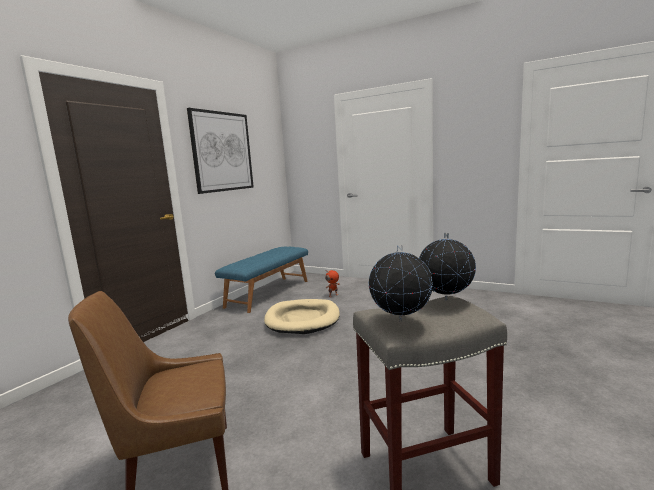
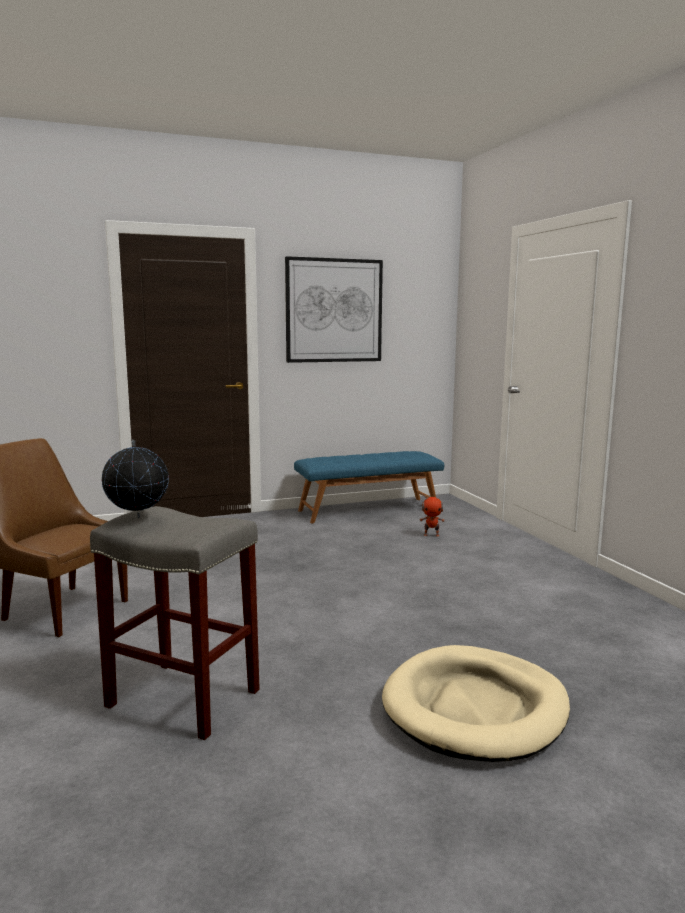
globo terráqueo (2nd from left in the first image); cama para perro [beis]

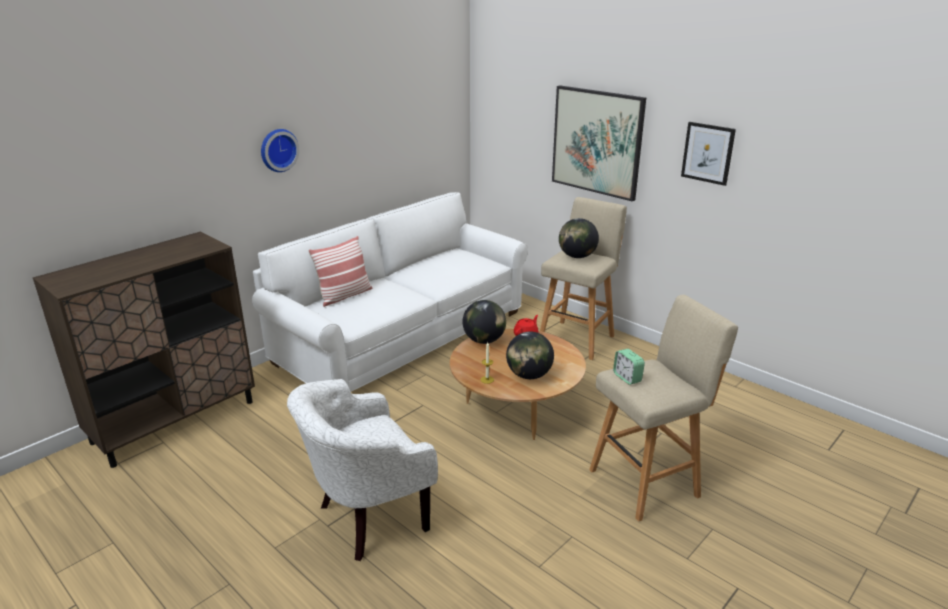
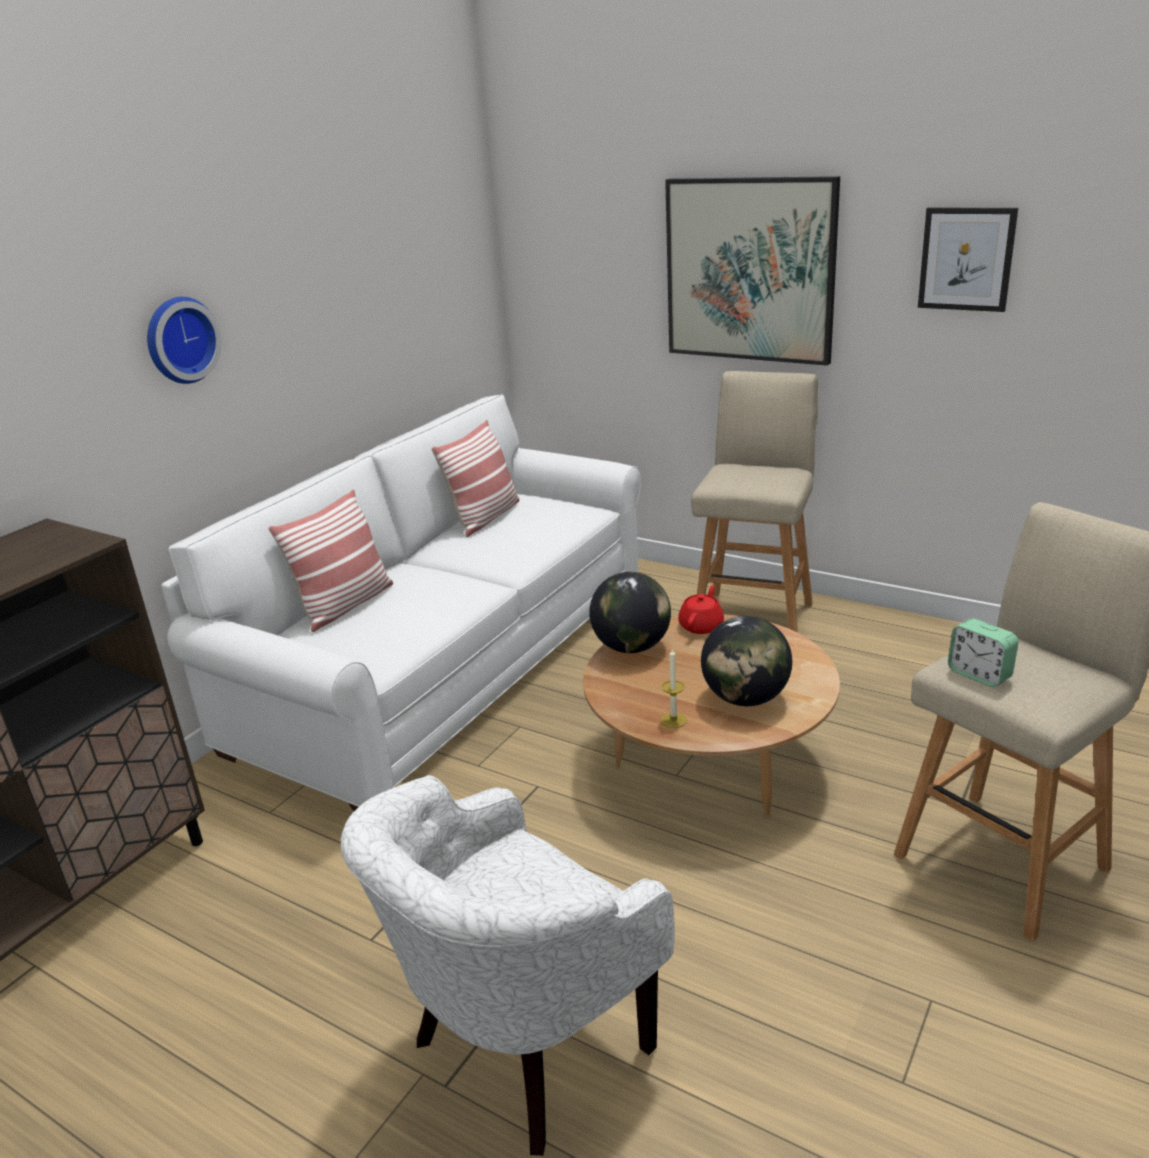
globo terráqueo (3rd from left in the first image); cojín (2nd from left)

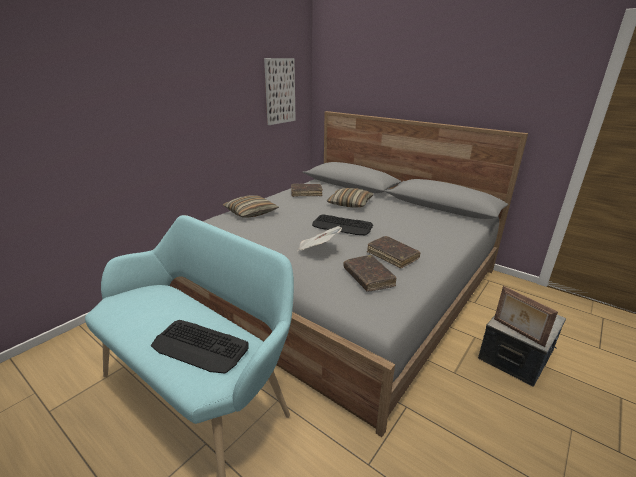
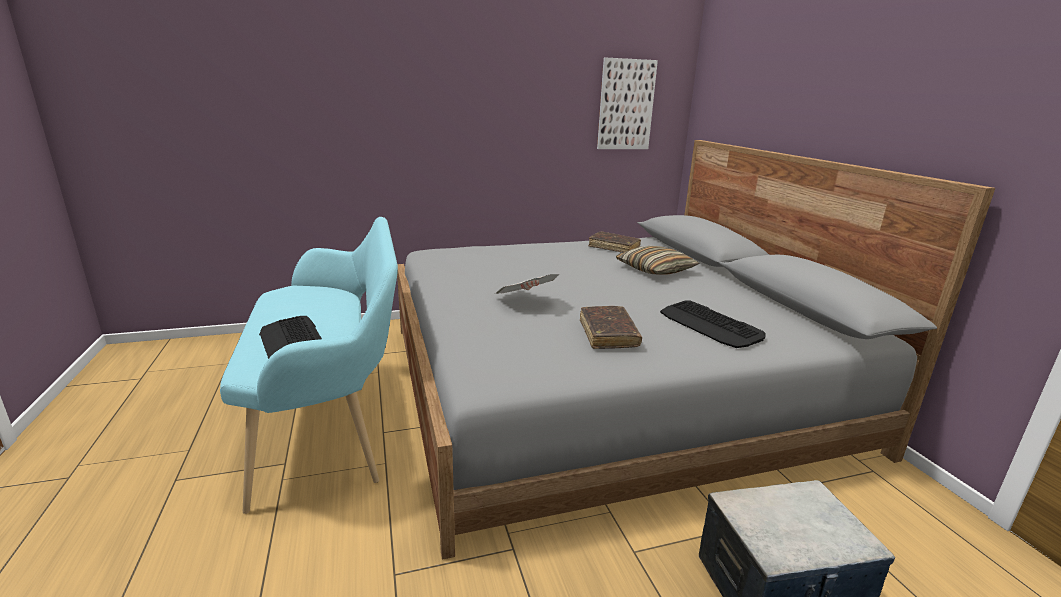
cojín (1st from left in the first image); libro [marrón] (2nd from left in the first image); portarretratos; teclado (2nd from left)

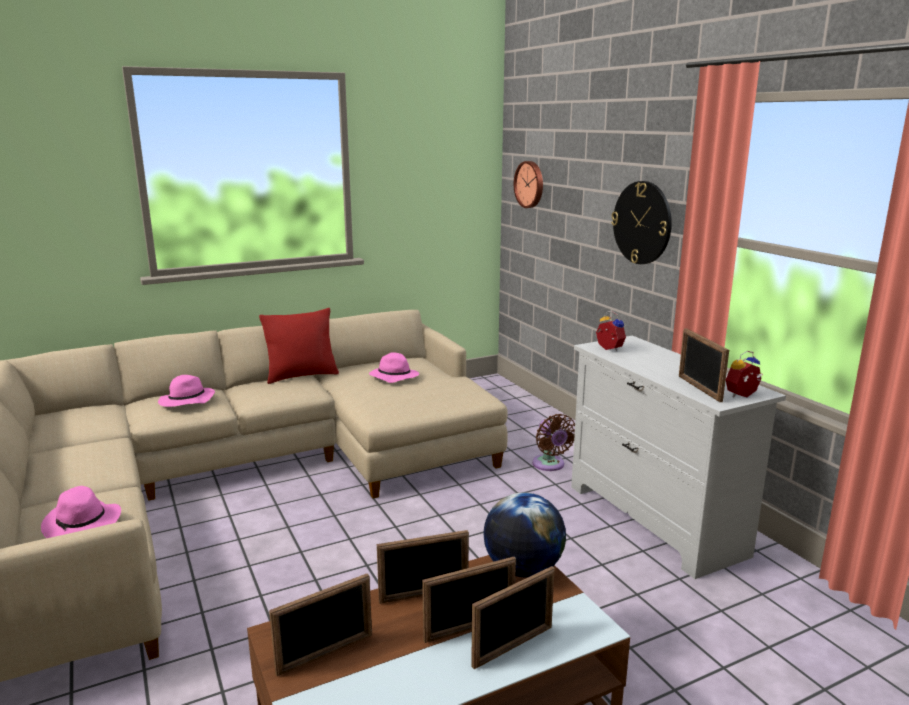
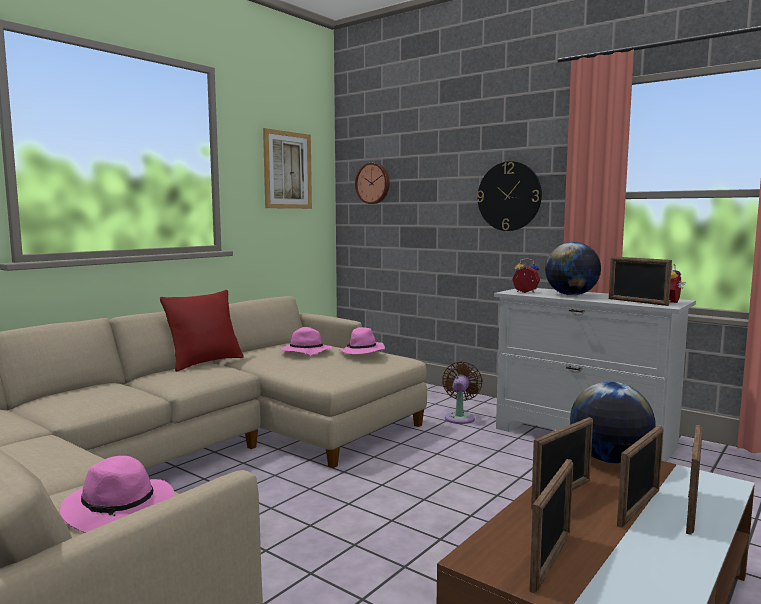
cuadro; globo terráqueo (1st from left); sombrero [rosa] (3rd from left); ventilador [marrón]

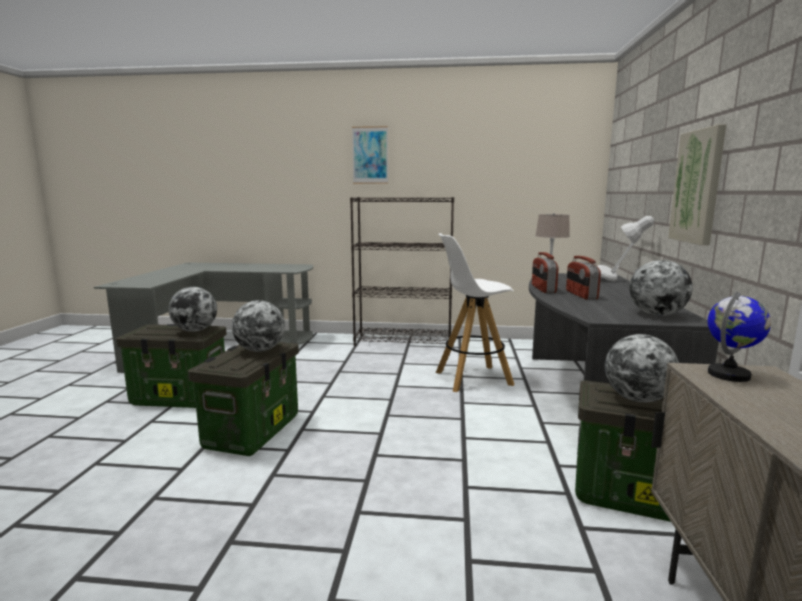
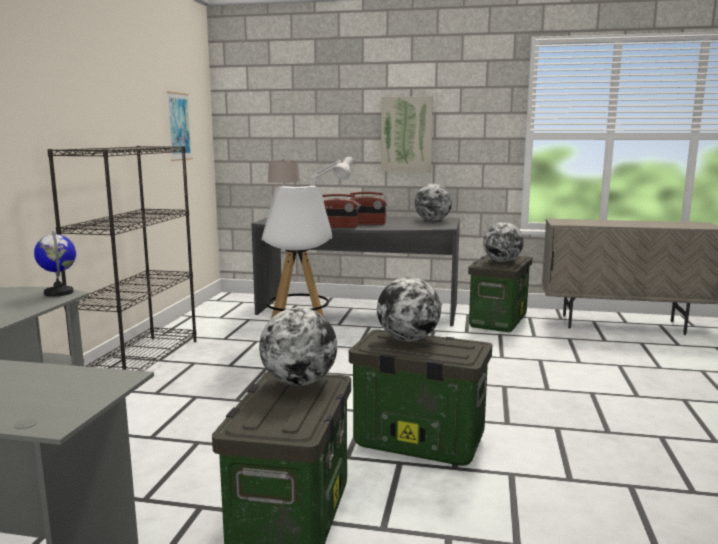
cuadro (1st from left); globo terráqueo (1st from left)

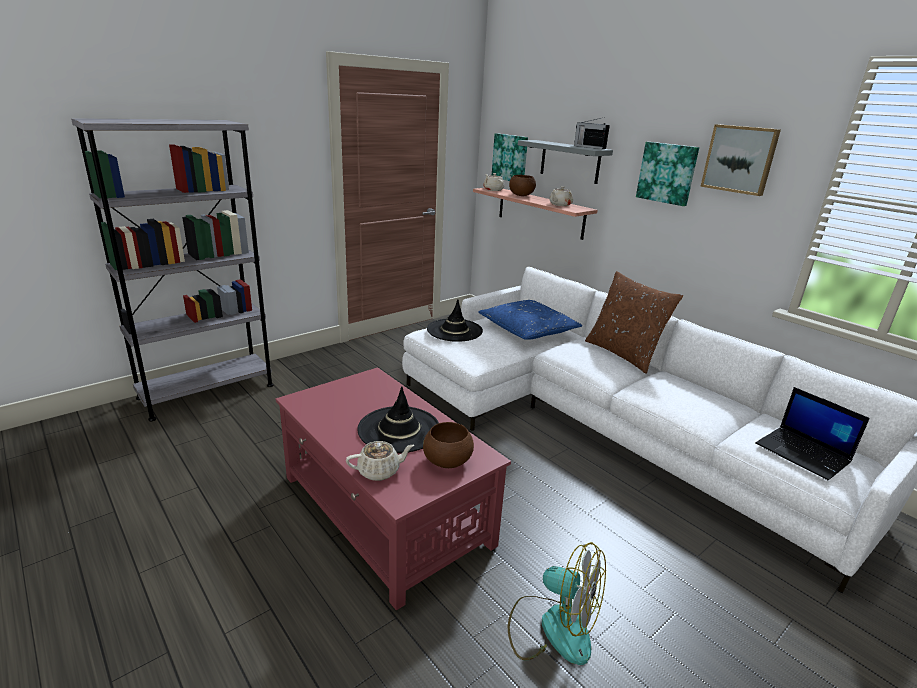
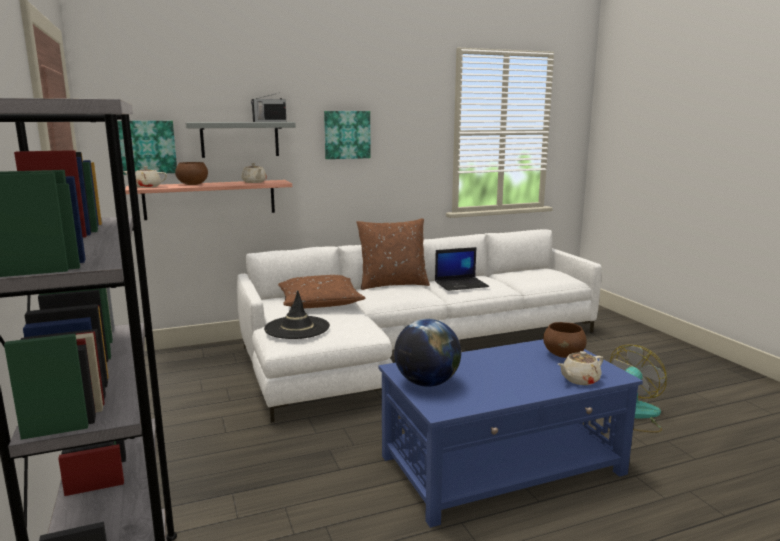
sombrero [negro] (1st from left in the first image); cuadro (3rd from left in the first image); globo terráqueo; portátil; mesa de centro [azul]; cojín [marrón] (1st from left); tetera [beis] (3rd from left)

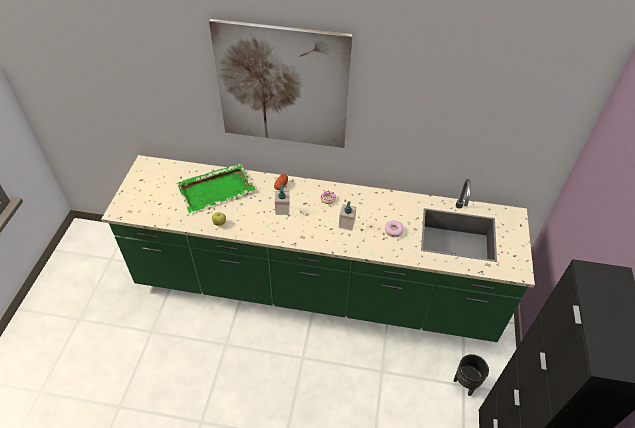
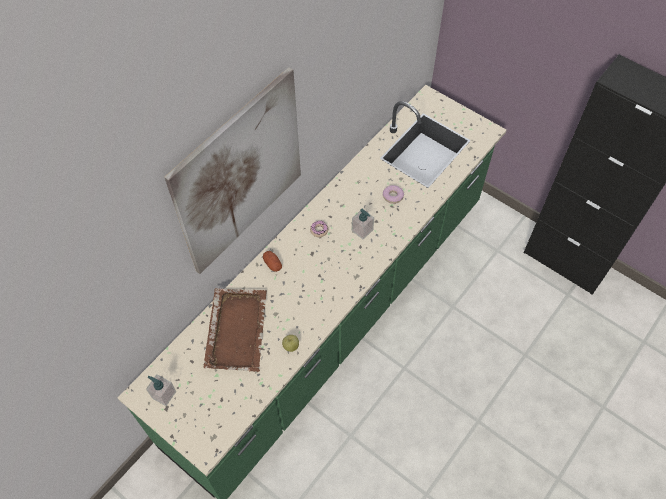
maceta [negro]; dispensador de jabón (1st from left); bandeja [marrón]

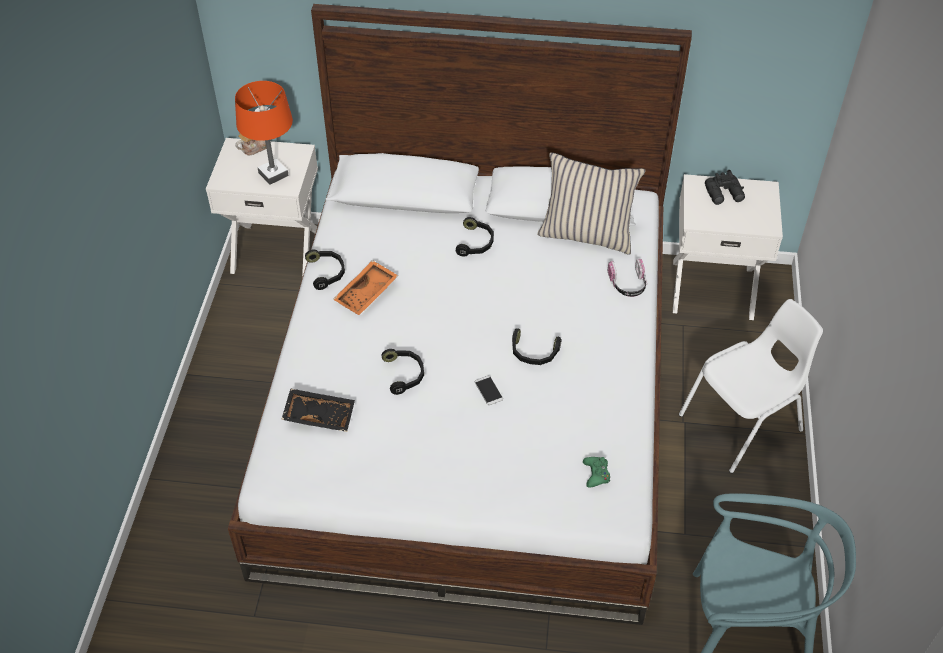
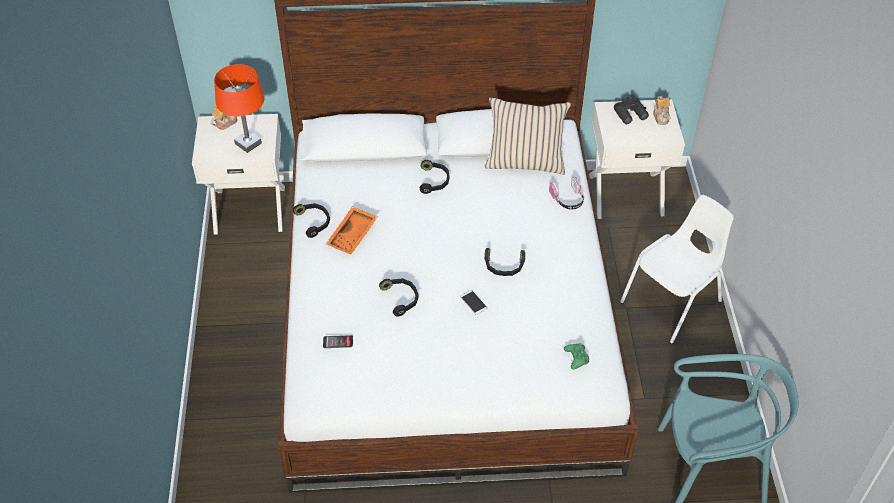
tetera (2nd from left); móvil (1st from left)

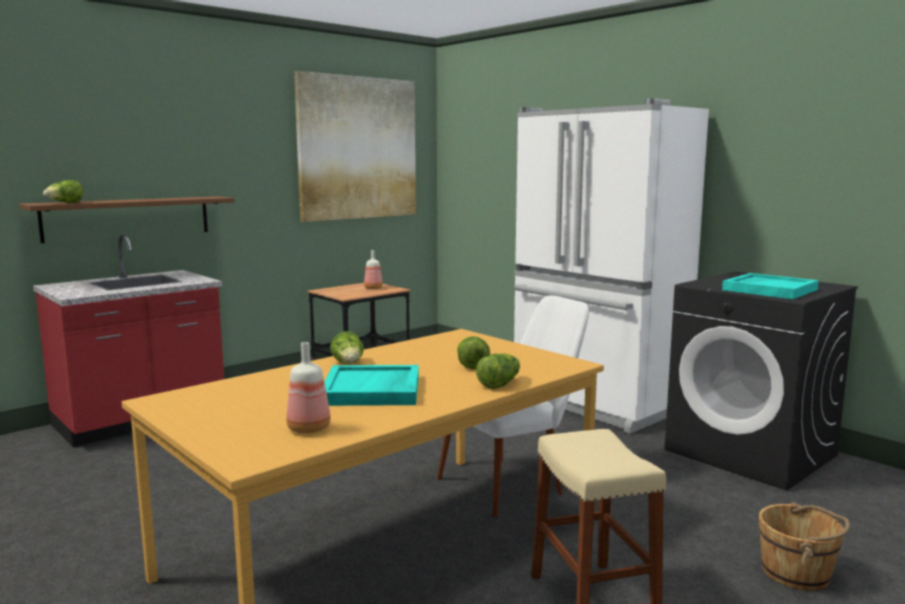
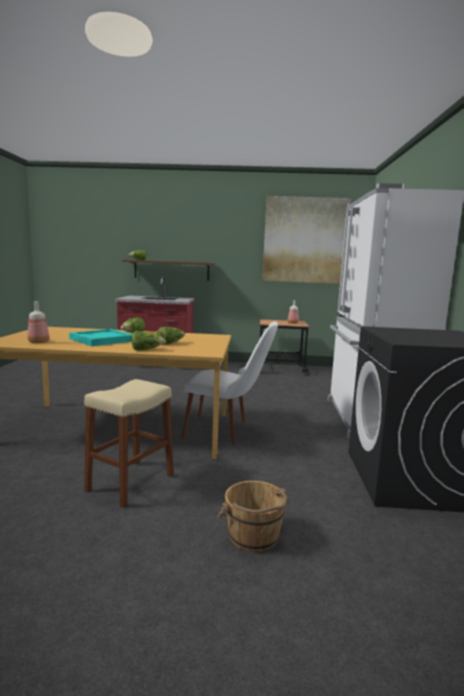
bandeja [turquesa] (2nd from left in the first image)

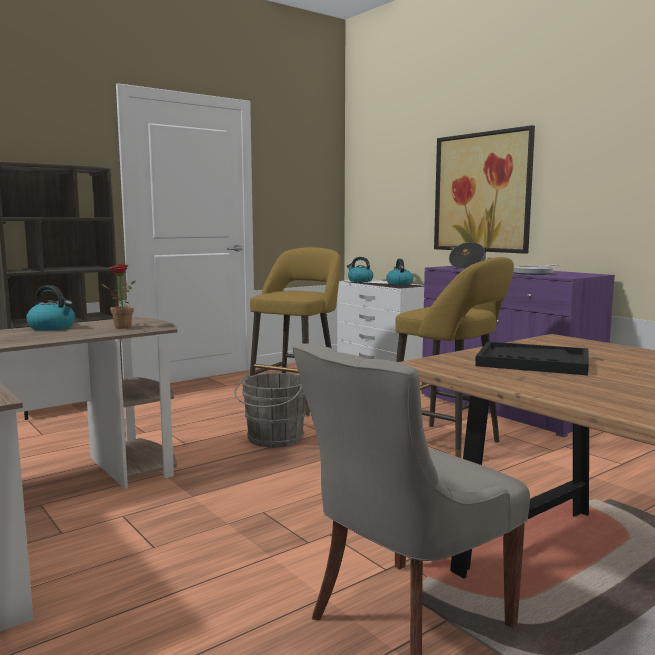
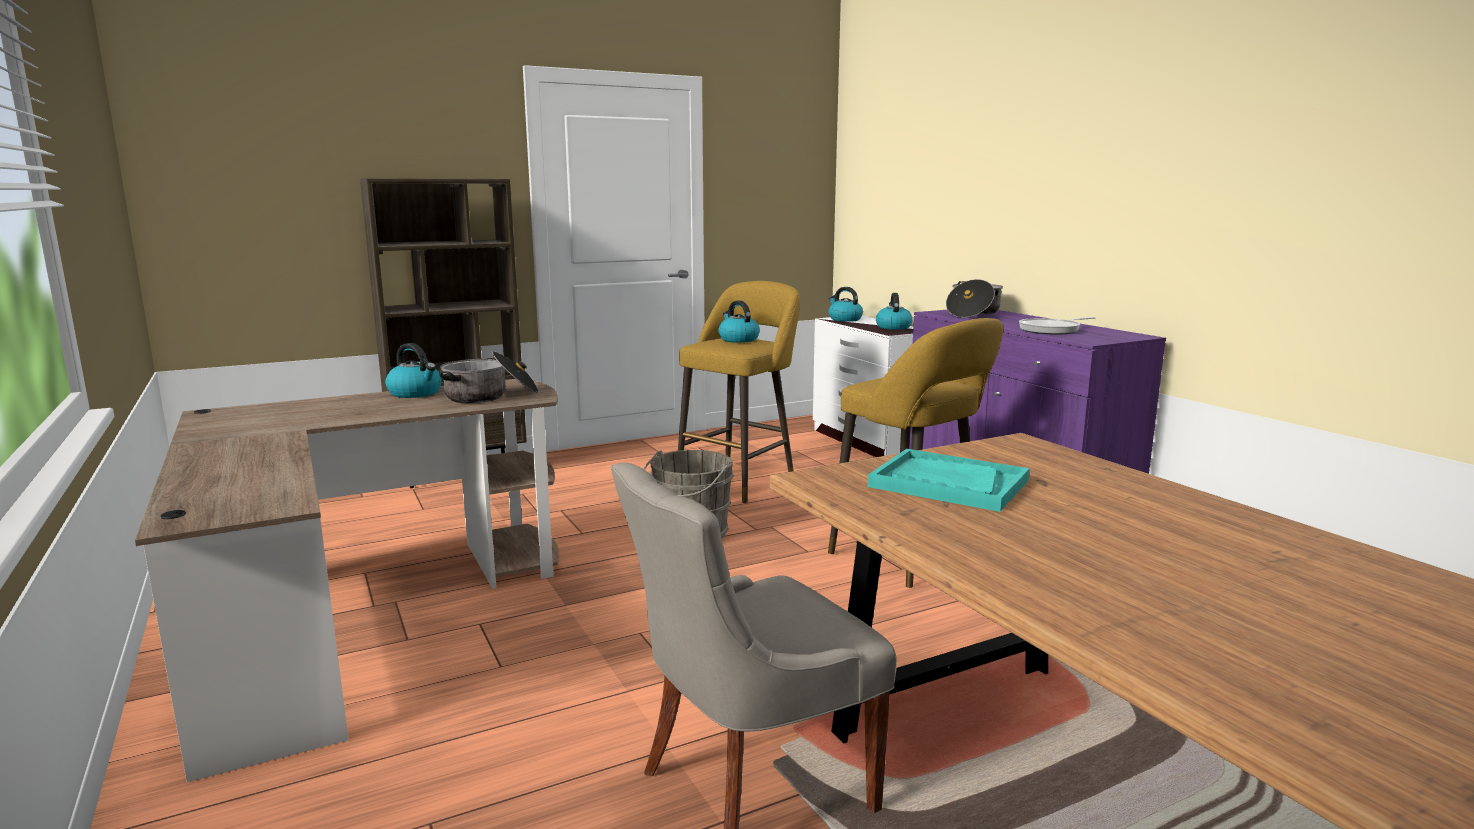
cuadro; hervidor (2nd from left); olla (1st from left); bandeja [turquesa]

